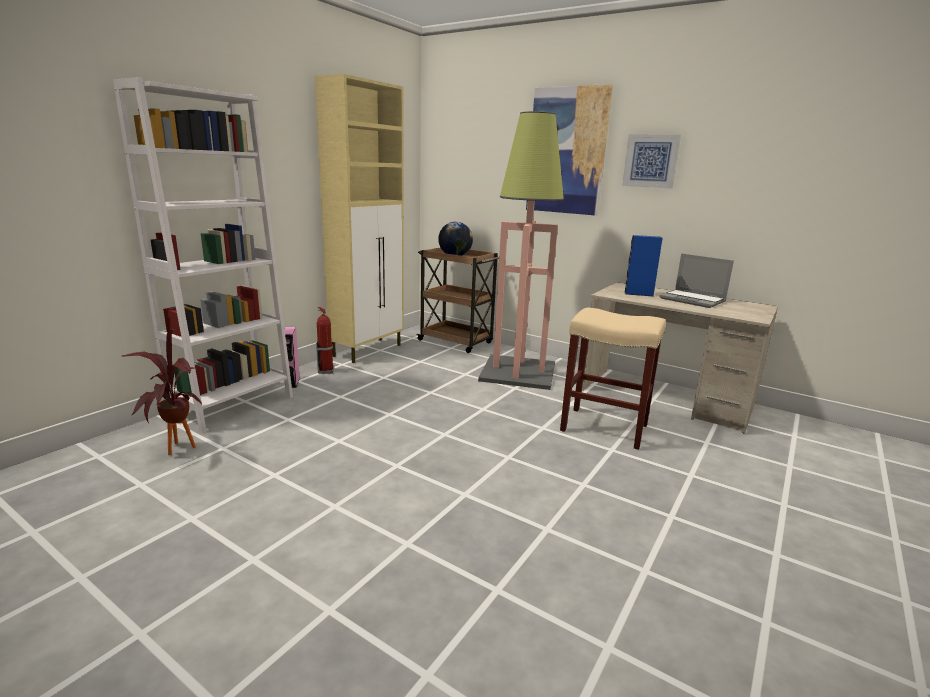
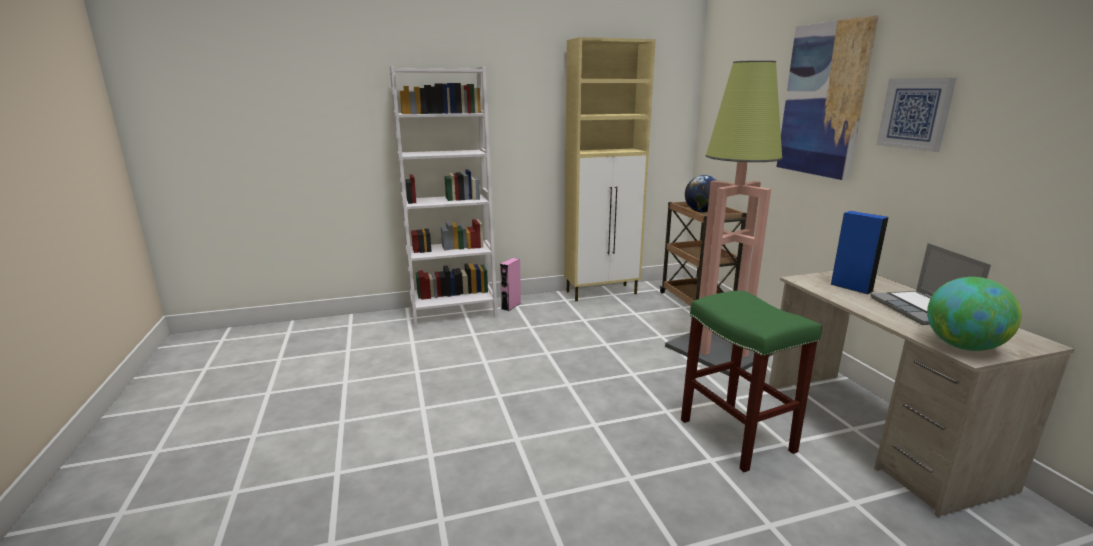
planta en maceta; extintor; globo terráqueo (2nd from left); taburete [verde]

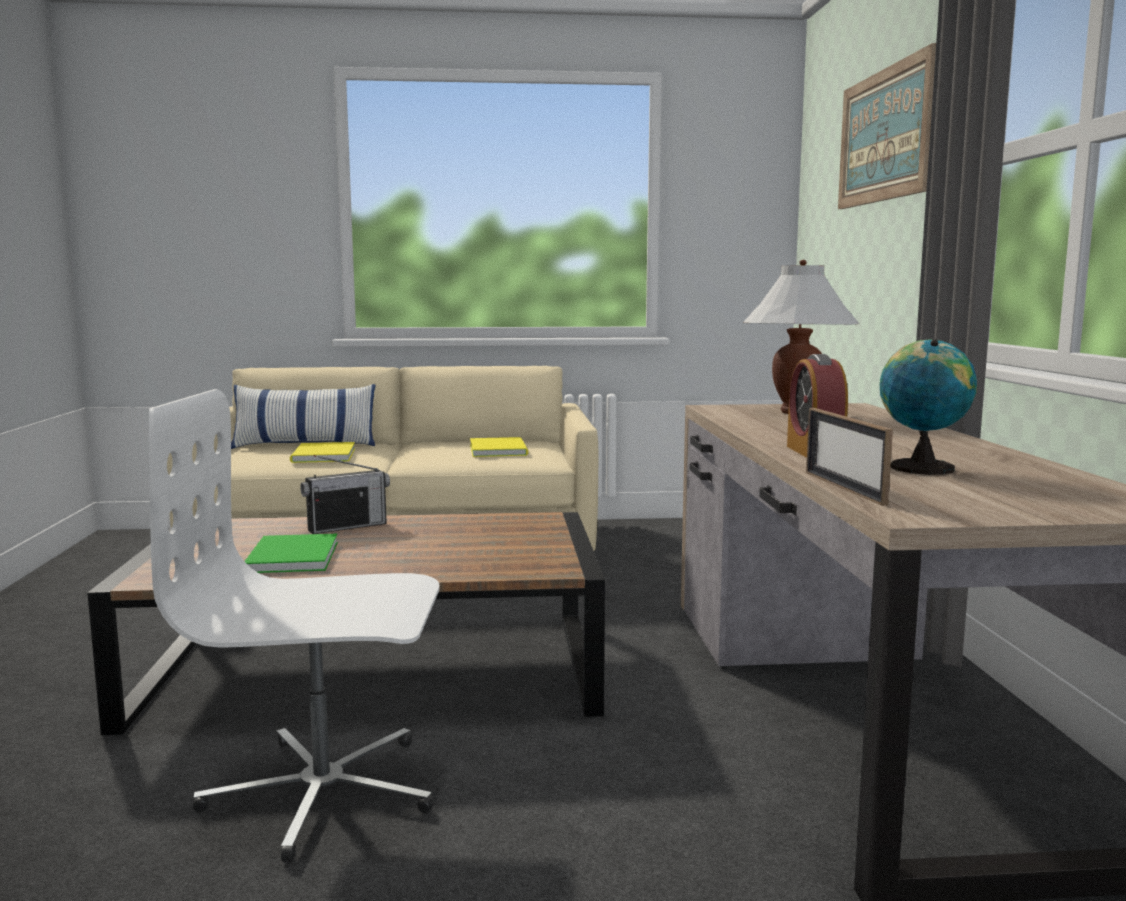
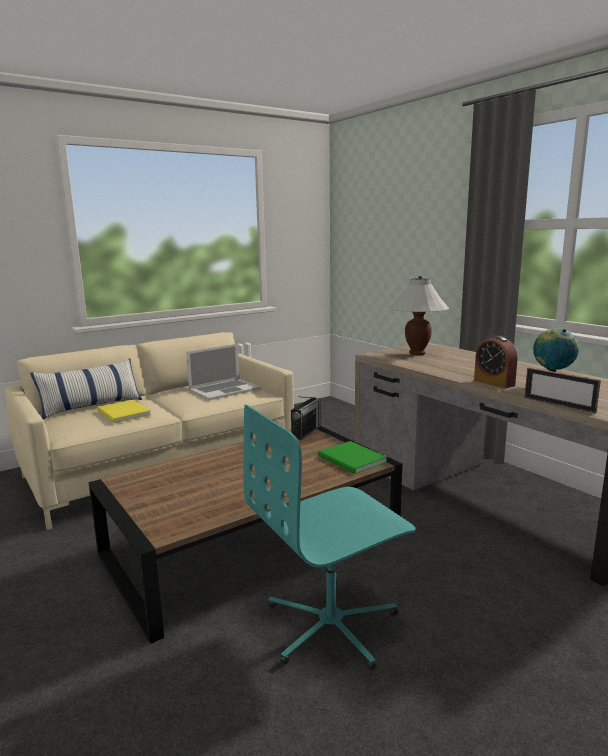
cuadro; libro [verde]; radio; portátil; silla de oficina [turquesa]

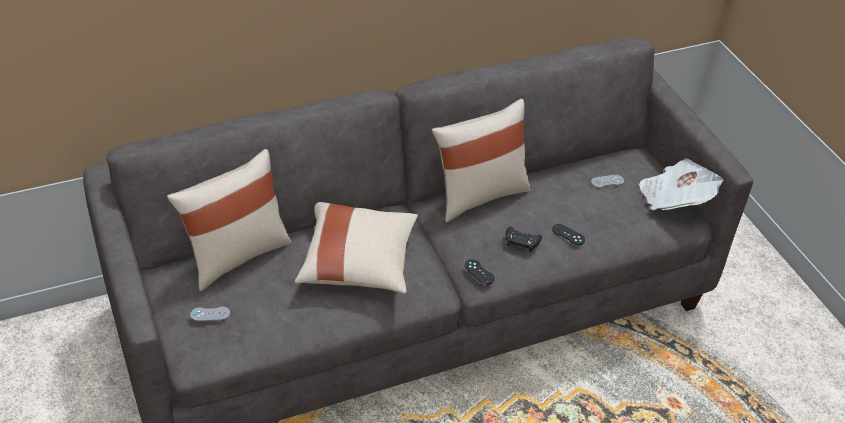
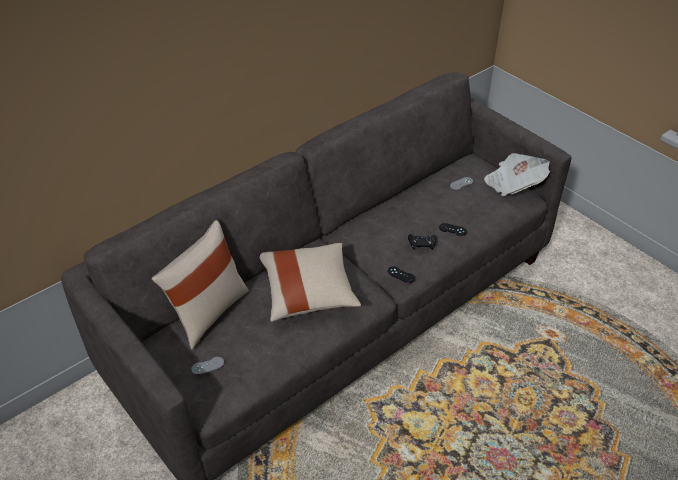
cojín [beis] (3rd from left in the first image)

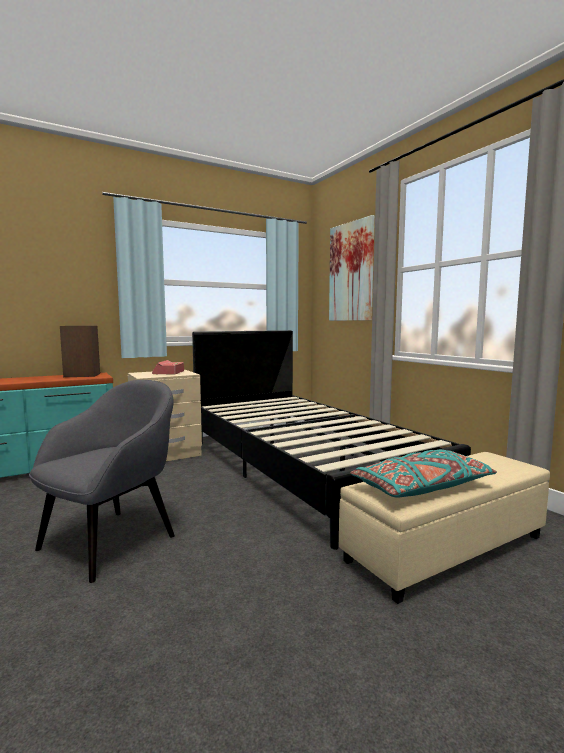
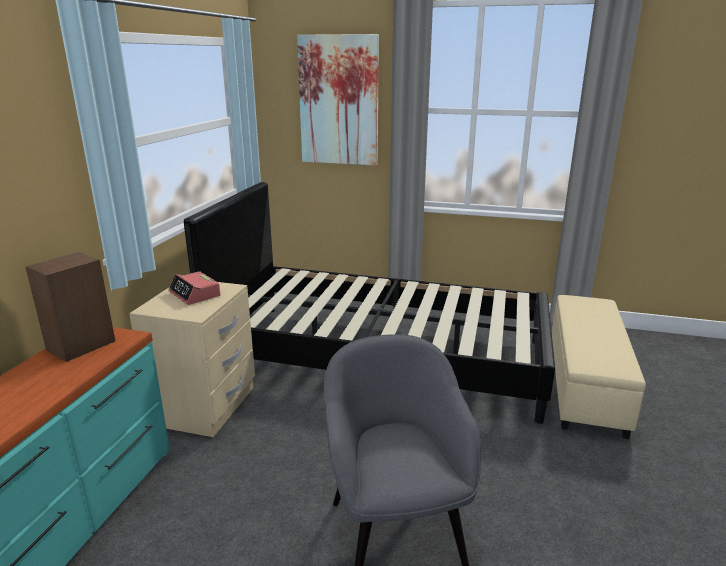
cojín [turquesa]

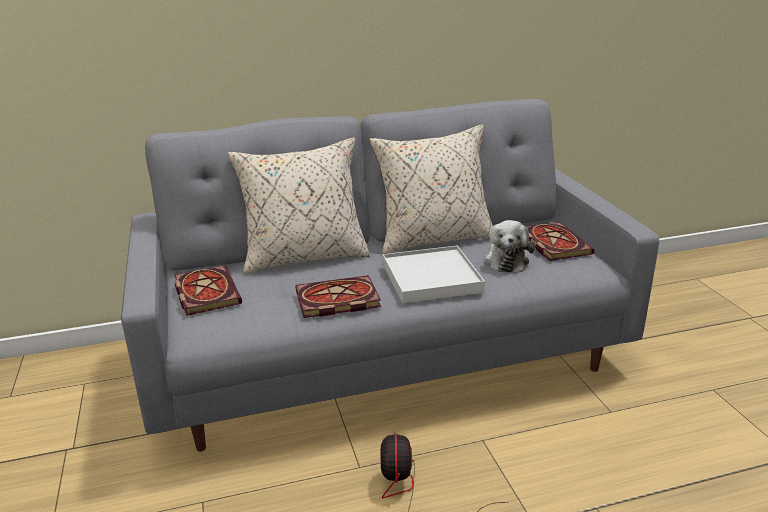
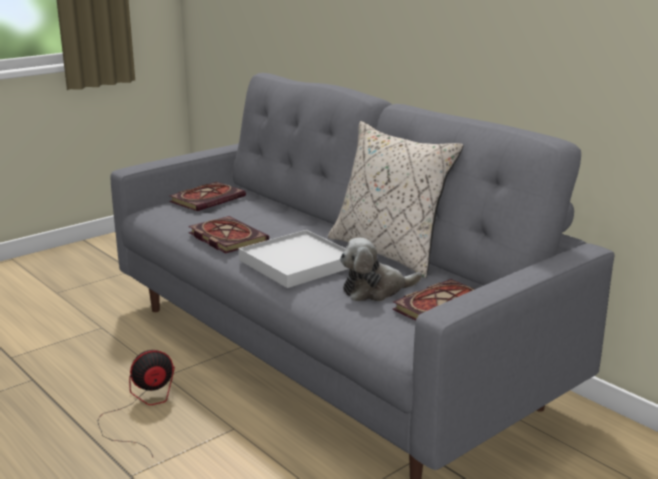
cojín [beis] (1st from left in the first image)

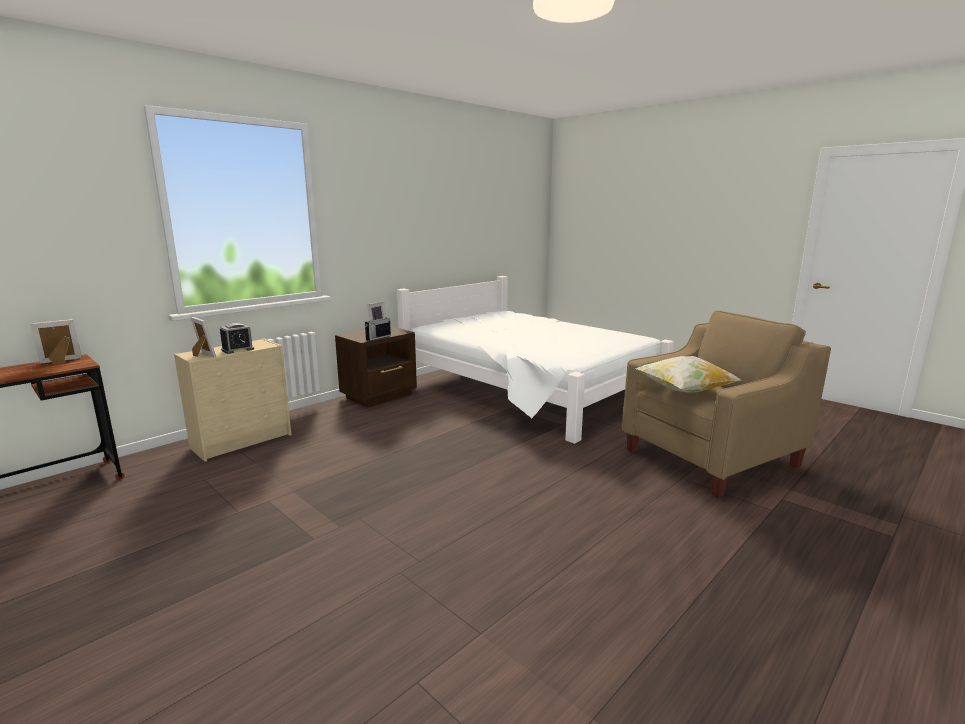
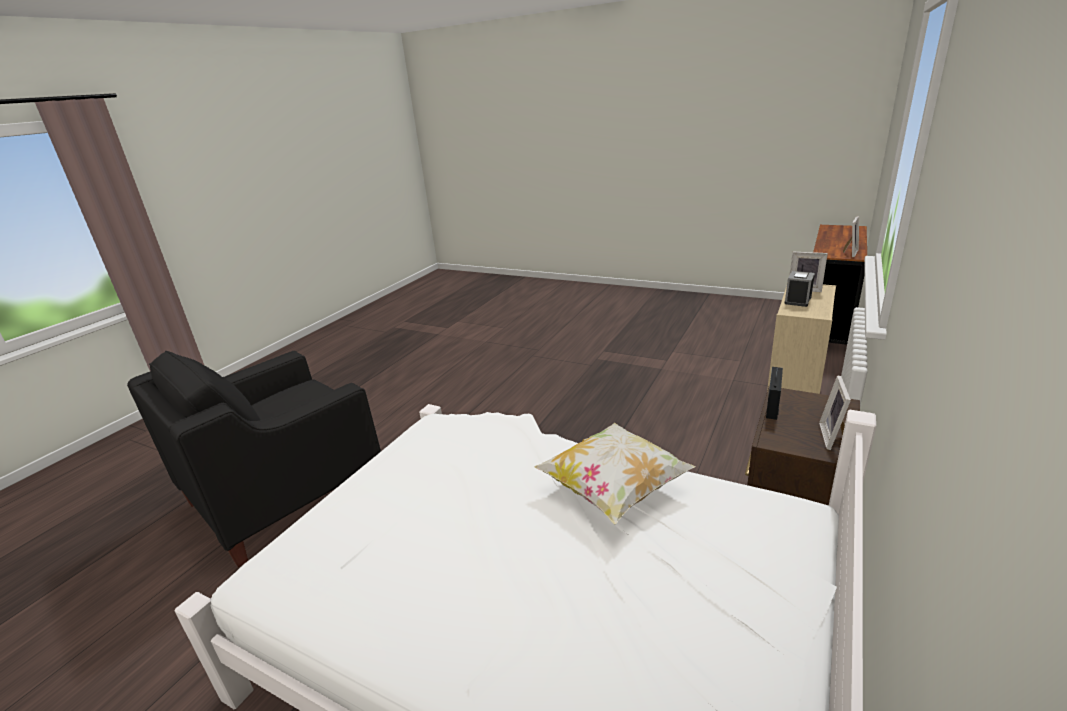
cojín; sillón [negro]

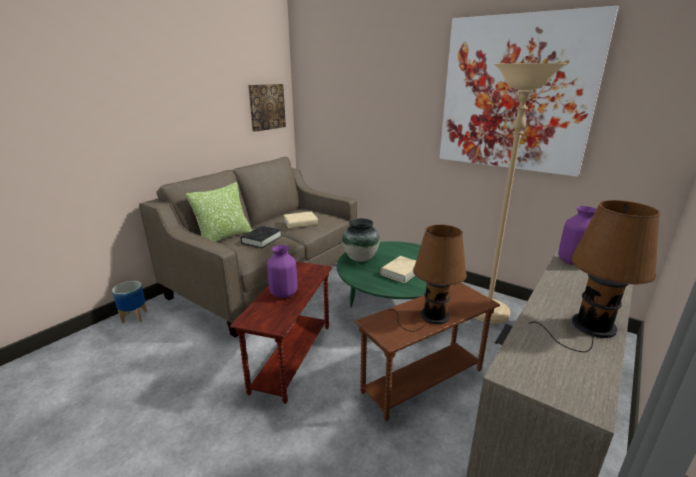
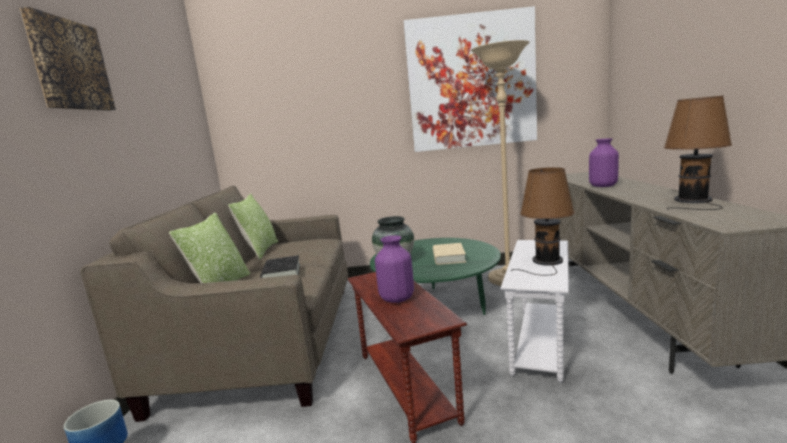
libro [beis] (1st from left in the first image); cojín (2nd from left); cuadro (1st from left); mesa auxiliar [blanco]

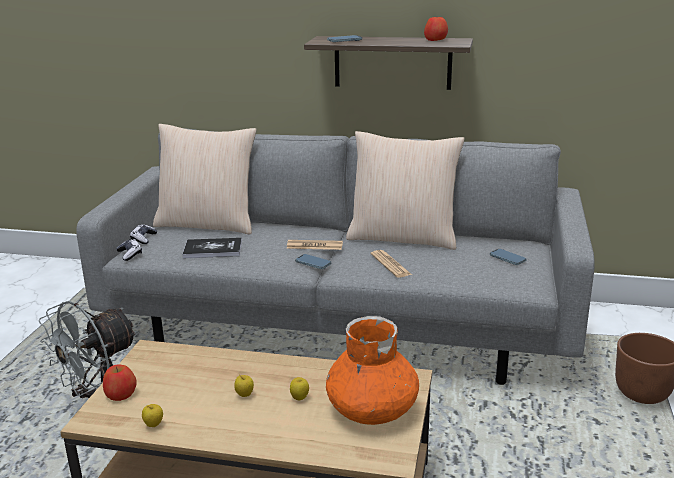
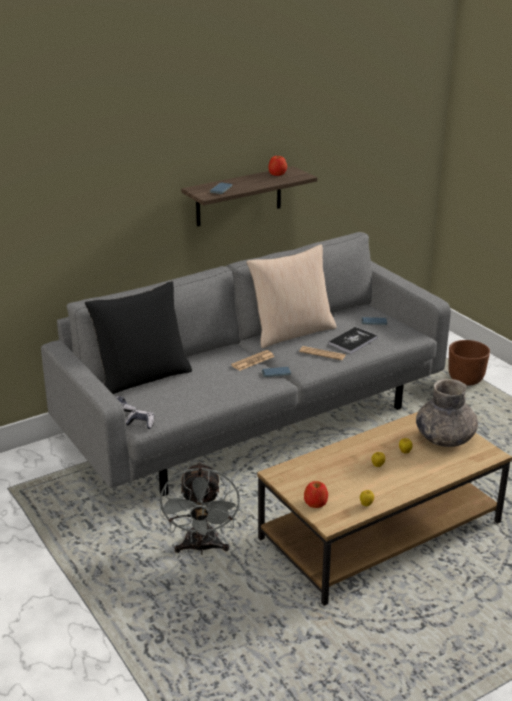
libro; cojín [negro]; florero [gris]

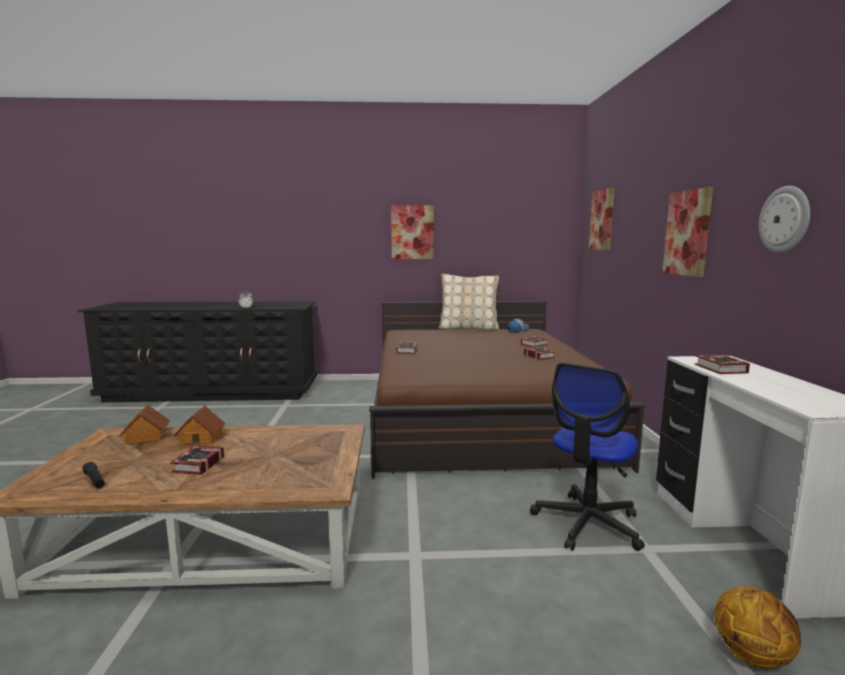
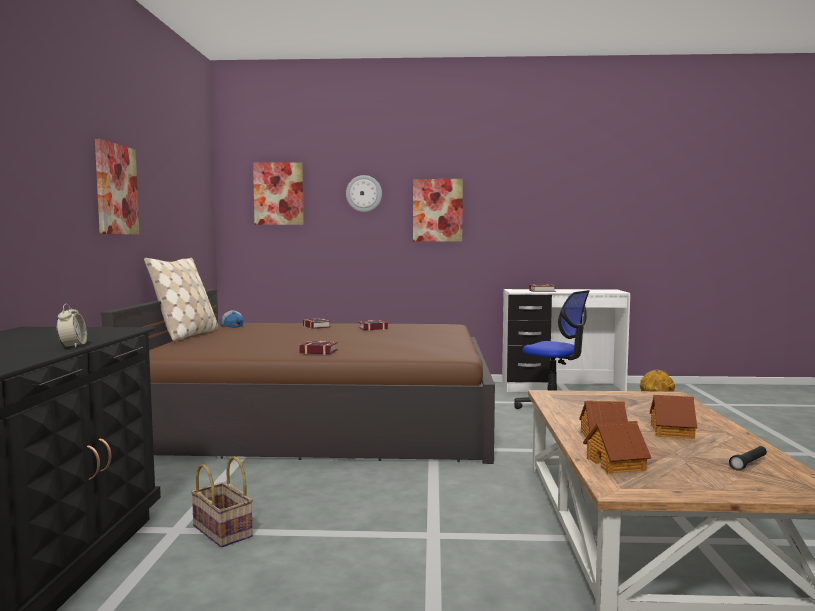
cesta; reloj de pared; casita (3rd from left)

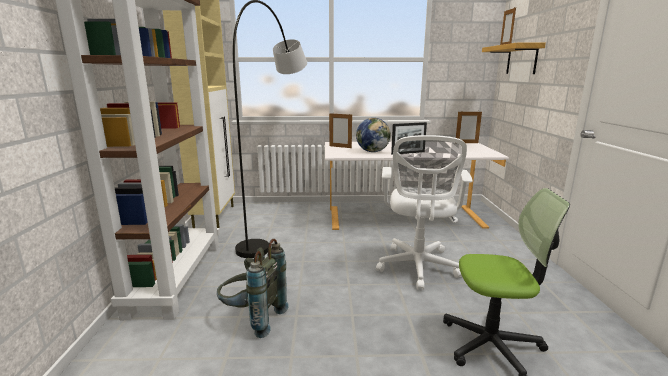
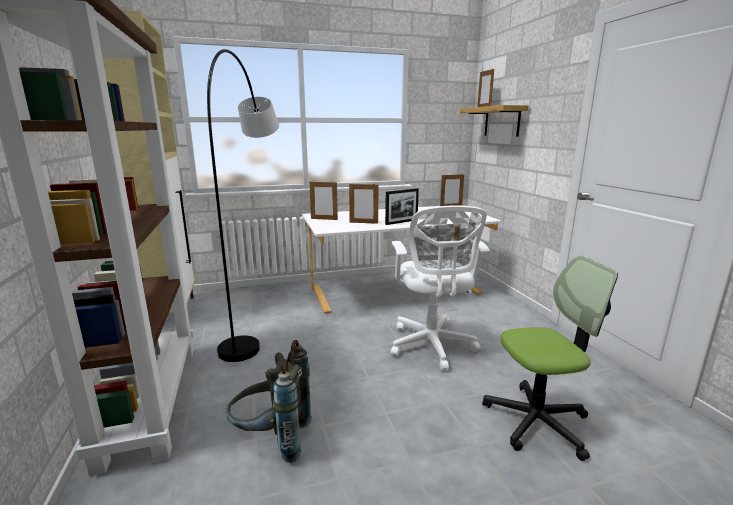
portarretratos (2nd from left)

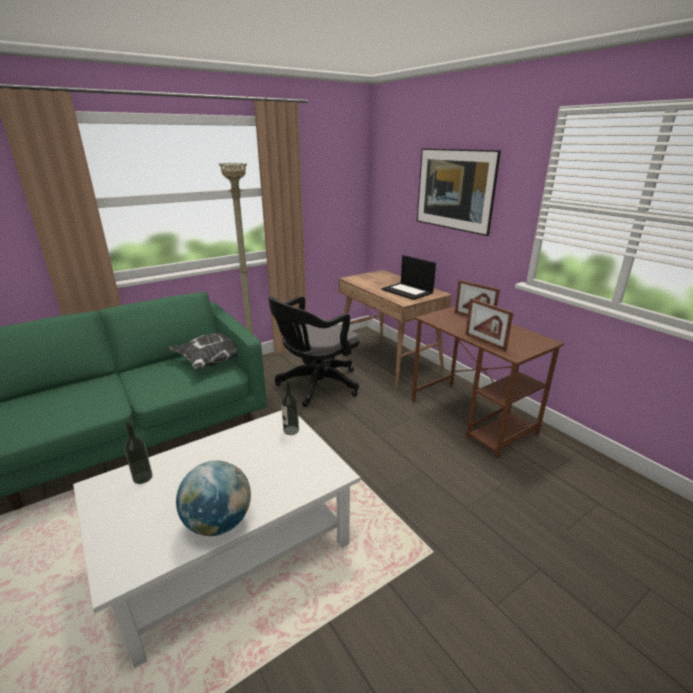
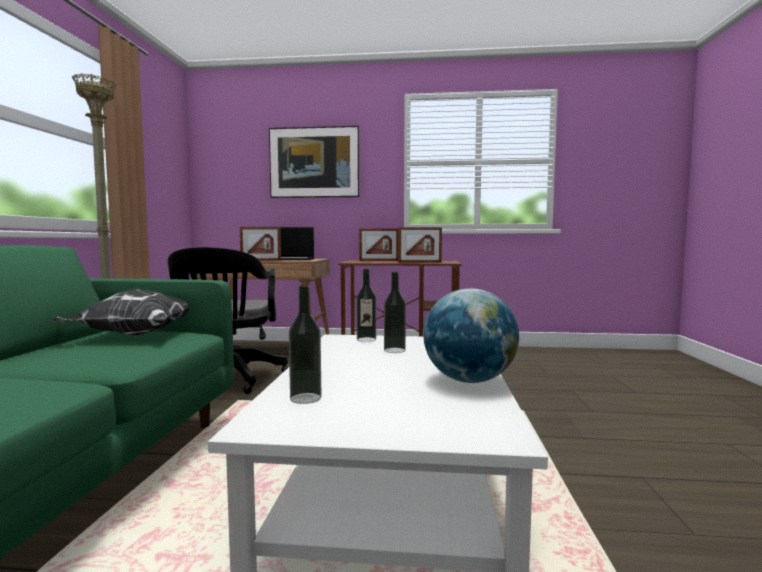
portarretratos (1st from left); botella (3rd from left)

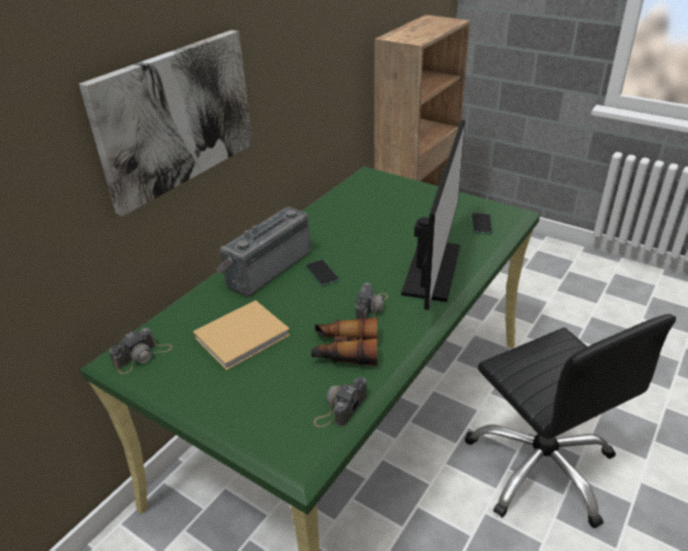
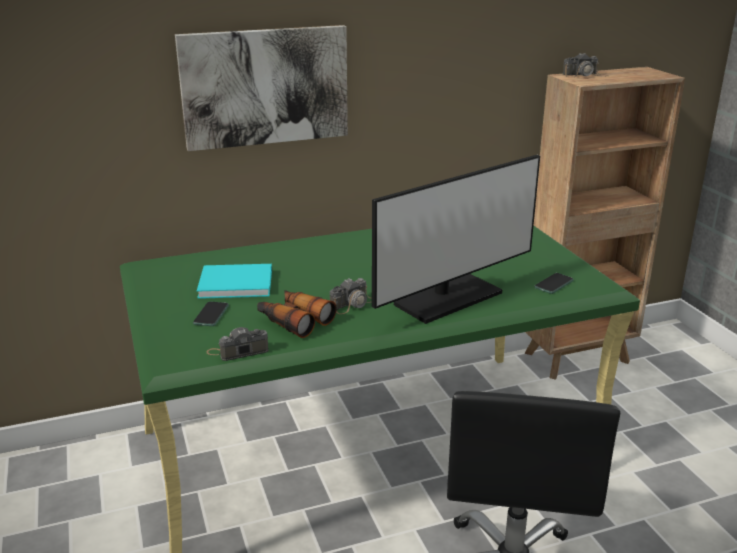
radio; cámara (3rd from left); móvil (1st from left); libro [turquesa]

